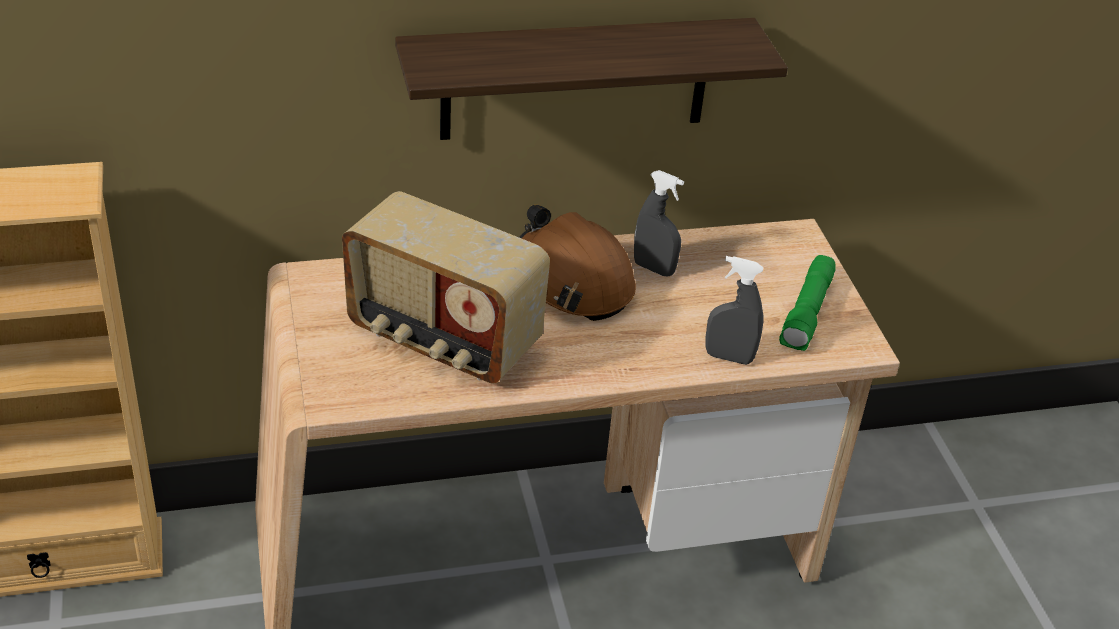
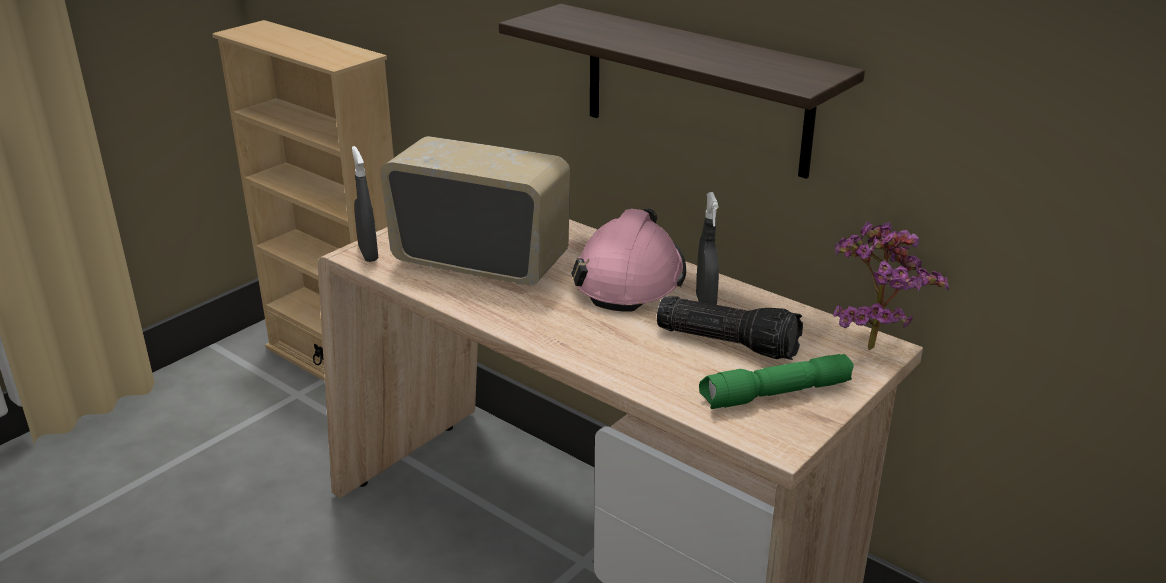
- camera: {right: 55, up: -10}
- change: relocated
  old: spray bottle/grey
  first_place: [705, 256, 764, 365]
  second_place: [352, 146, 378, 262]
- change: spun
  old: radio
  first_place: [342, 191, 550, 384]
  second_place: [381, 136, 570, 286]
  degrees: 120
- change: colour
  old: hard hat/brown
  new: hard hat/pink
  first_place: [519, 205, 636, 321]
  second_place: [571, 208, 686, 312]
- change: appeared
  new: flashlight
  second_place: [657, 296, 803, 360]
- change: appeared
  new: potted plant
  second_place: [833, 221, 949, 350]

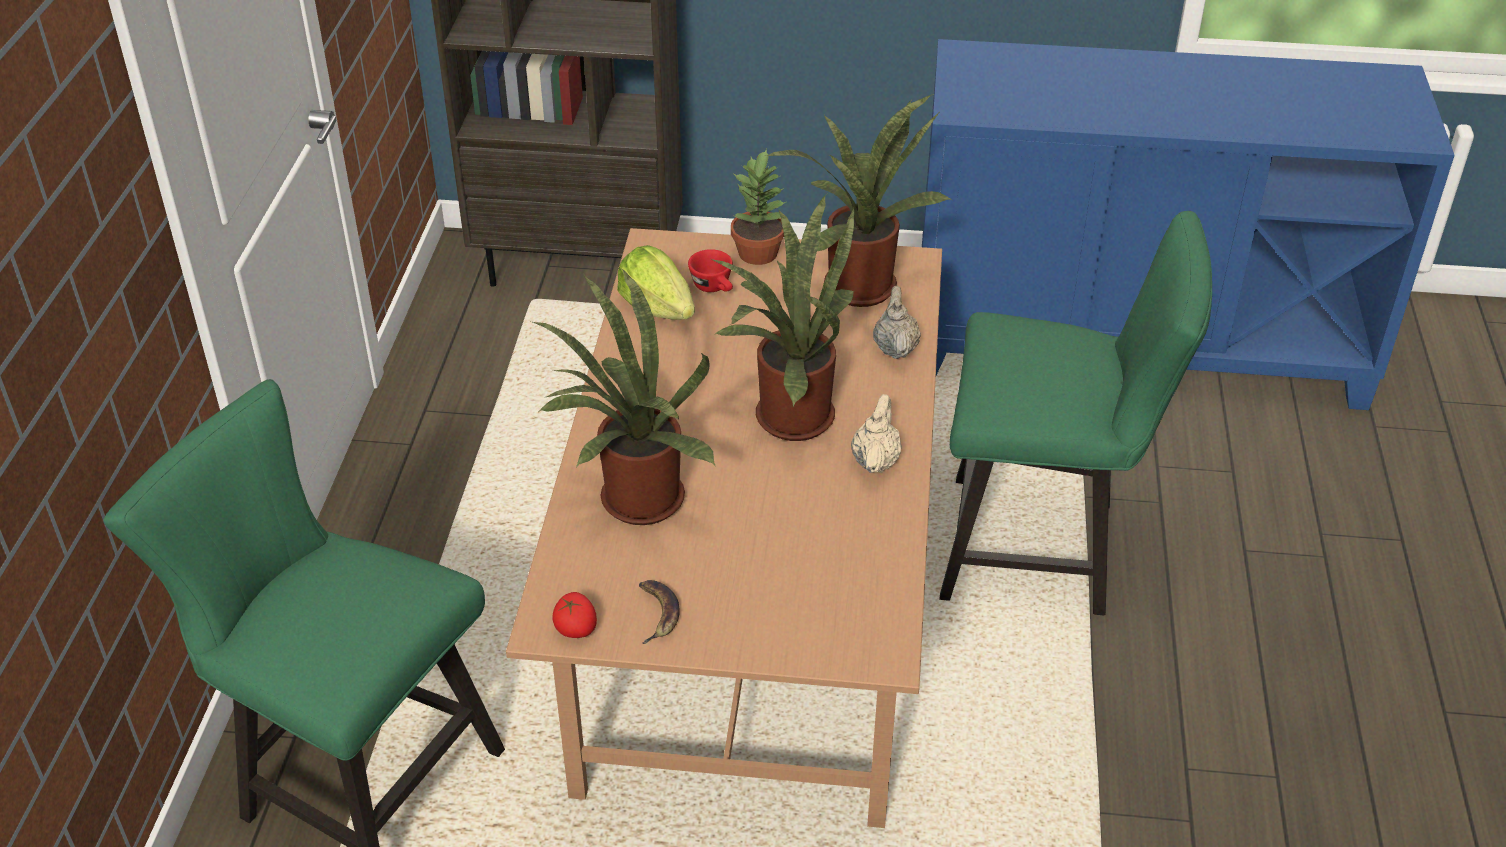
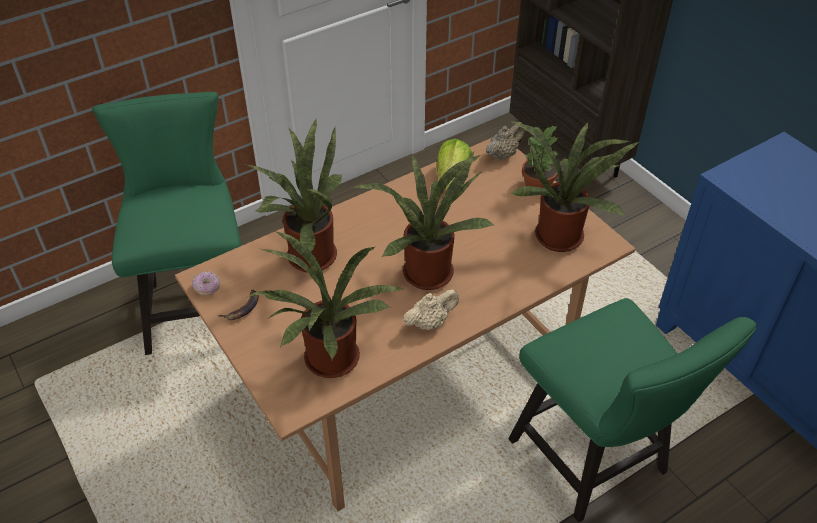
- camera: {right: 50, up: 5}
- change: exchanged
  old: tomato
  new: donut
  first_place: [553, 592, 597, 638]
  second_place: [192, 271, 220, 295]
- change: appeared
  new: potted plant
  second_place: [248, 232, 403, 378]
- change: relocated
  old: teapot/beige
  first_place: [873, 286, 921, 359]
  second_place: [486, 122, 525, 160]
- change: missing
  old: cup/red
  first_place: [688, 249, 733, 292]

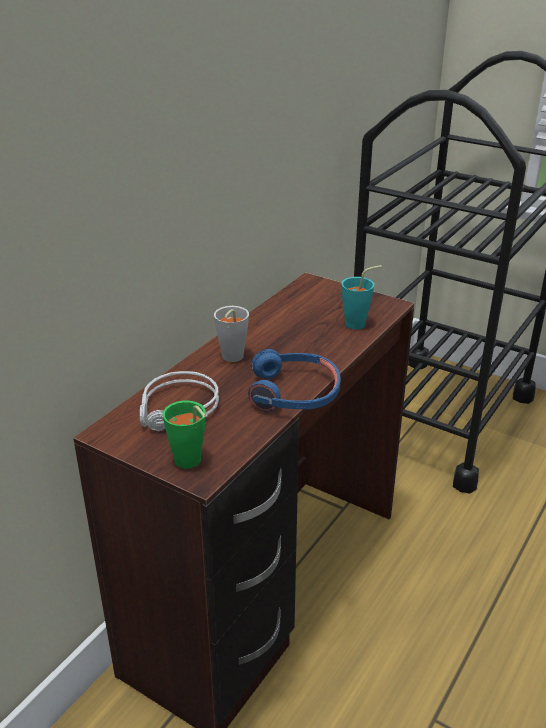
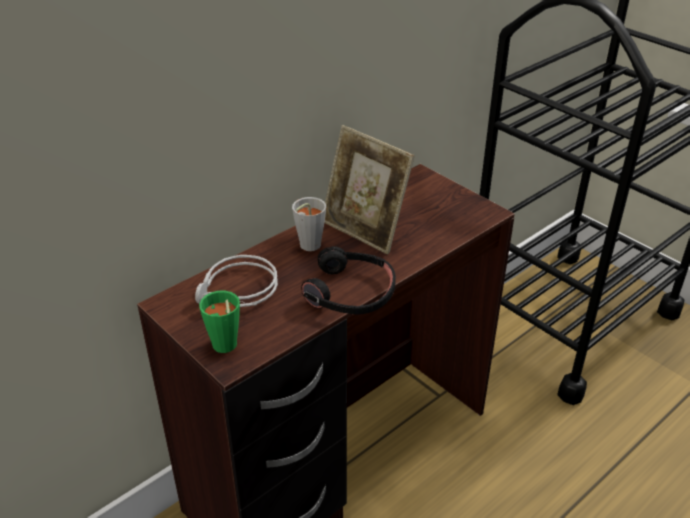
- camera: {right: 15, up: 5}
- change: colour
  old: headphones/blue
  new: headphones/black
  first_place: [248, 349, 340, 412]
  second_place: [301, 246, 396, 315]
- change: appeared
  new: picture frame
  second_place: [325, 125, 415, 254]
- change: missing
  old: cup/turquoise
  first_place: [341, 265, 382, 329]

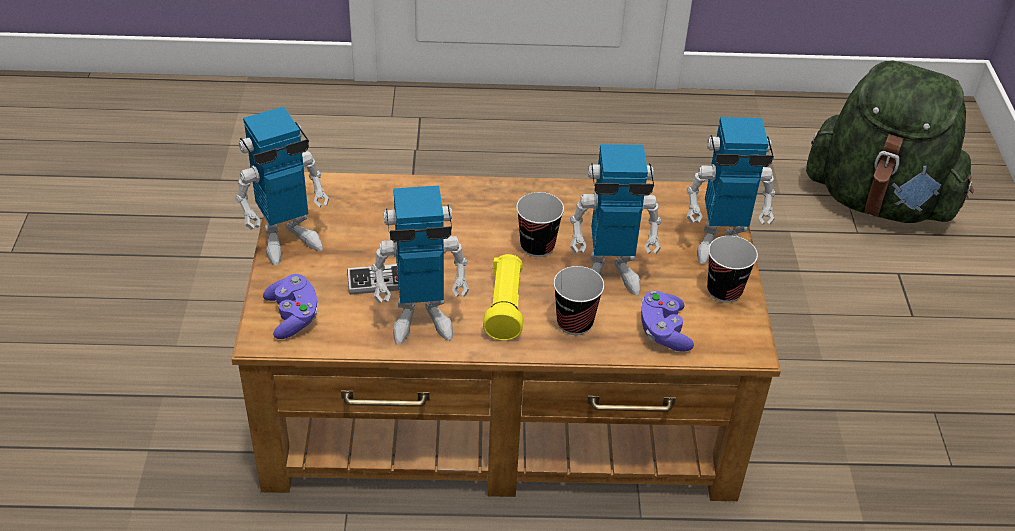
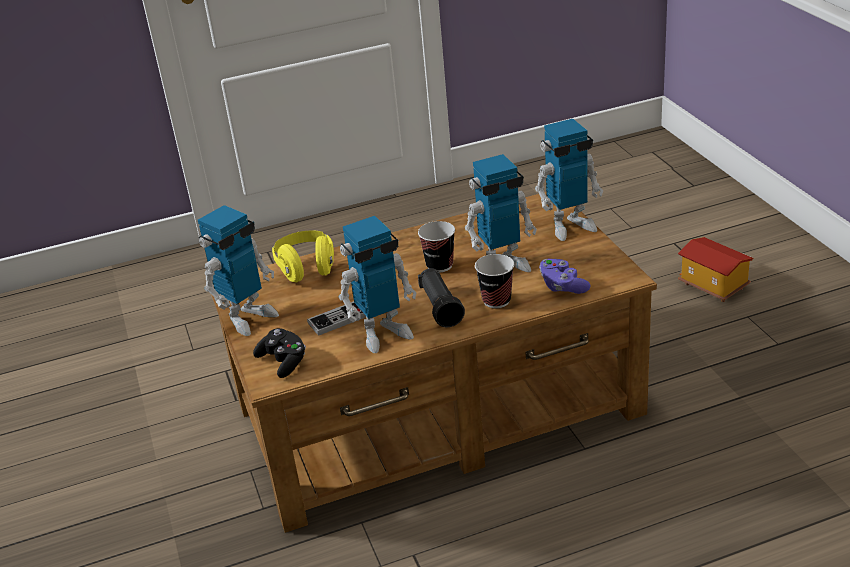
- camera: {right: -15, up: -10}
- change: colour
  old: game controller/purple
  new: game controller/black
  first_place: [263, 274, 318, 339]
  second_place: [253, 328, 306, 378]
- change: appeared
  new: headphones/yellow
  second_place: [272, 231, 334, 282]
- change: colour
  old: flashlight/yellow
  new: flashlight/black
  first_place: [483, 254, 523, 341]
  second_place: [418, 268, 465, 327]
- change: appeared
  new: toy house
  second_place: [678, 237, 753, 302]
- change: missing
  old: cup
  first_place: [707, 236, 758, 303]
- change: missing
  old: backpack/green
  first_place: [806, 61, 974, 223]

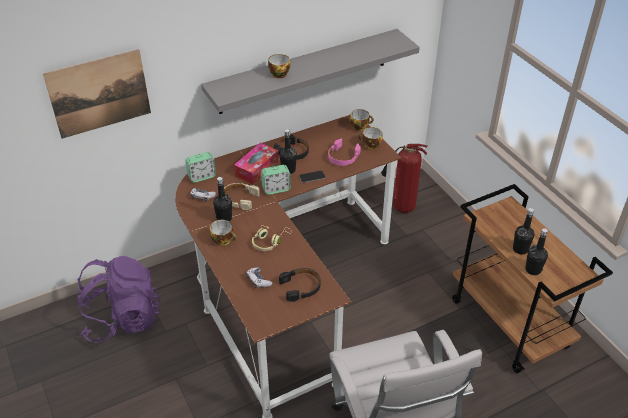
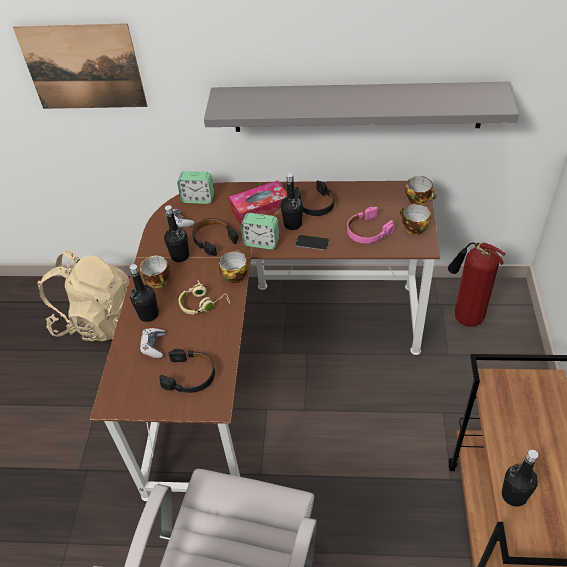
- camera: {right: 35, up: 5}
- change: colour
  old: backpack/purple
  new: backpack/beige
  first_place: [78, 256, 161, 344]
  second_place: [37, 250, 130, 341]
- change: relocated
  old: bottle/black
  first_place: [513, 208, 535, 255]
  second_place: [129, 264, 159, 322]
- change: colour
  old: headphones/beige
  new: headphones/black
  first_place: [224, 183, 260, 210]
  second_place: [192, 218, 239, 256]
- change: relocated
  old: cup
  first_place: [268, 54, 290, 78]
  second_place: [219, 250, 248, 283]

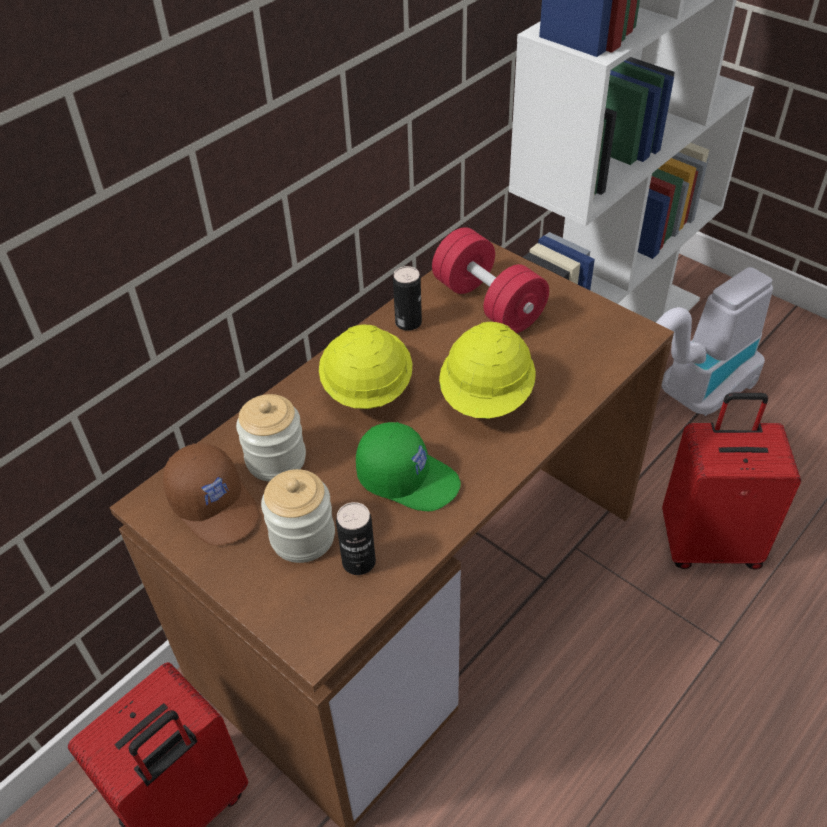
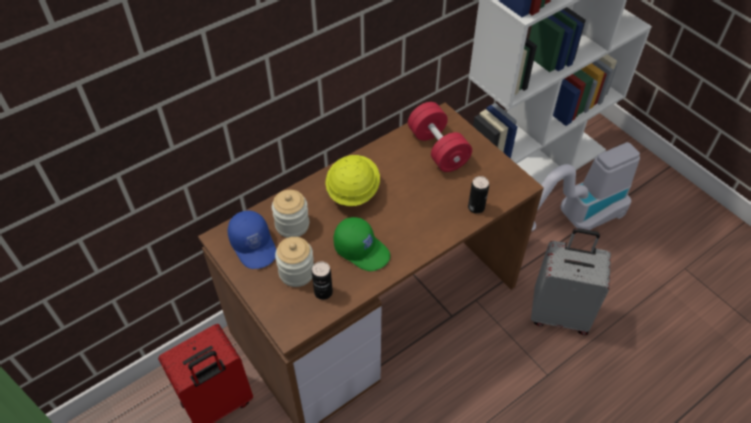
- camera: {right: 10, up: 5}
- change: colour
  old: cap/brown
  new: cap/blue
  first_place: [163, 443, 260, 546]
  second_place: [228, 210, 276, 269]
- change: relocated
  old: can
  first_place: [393, 266, 422, 331]
  second_place: [468, 176, 489, 214]
- change: colour
  old: suitcase/red
  new: suitcase/grey
  first_place: [662, 393, 801, 570]
  second_place: [531, 228, 611, 335]
- change: missing
  old: hard hat/yellow
  first_place: [439, 322, 536, 419]

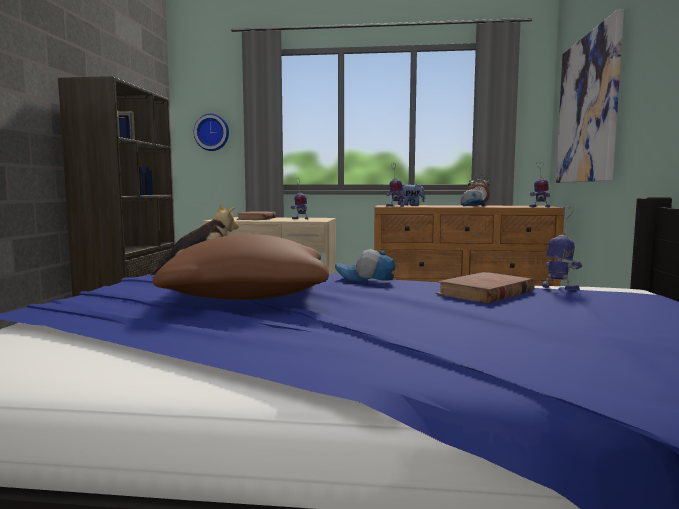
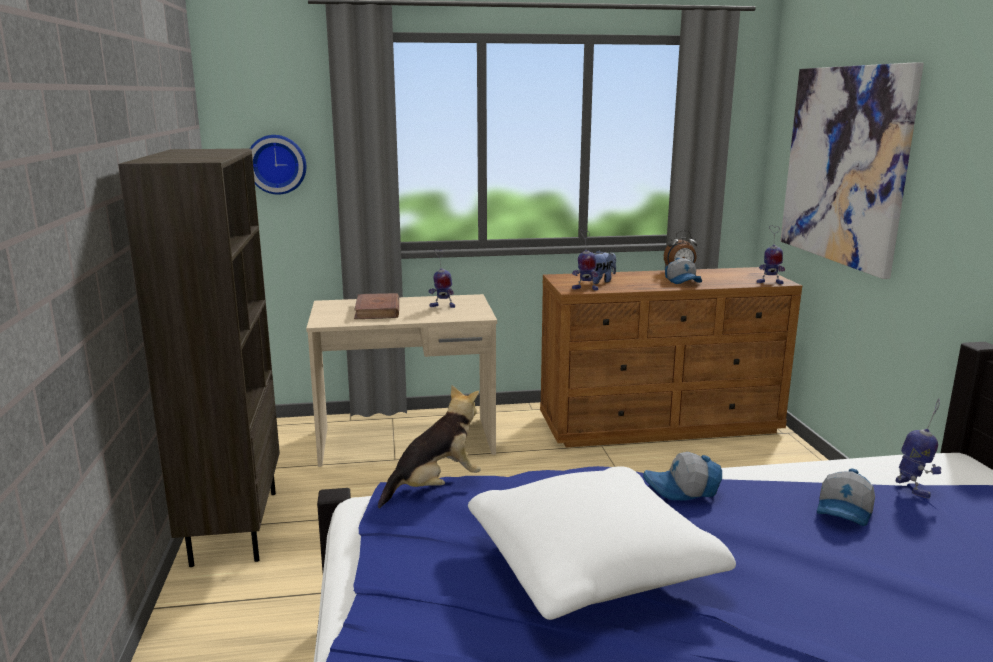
- camera: {right: -15, up: 10}
- change: colour
  old: pillow/brown
  new: pillow/white
  first_place: [153, 234, 329, 300]
  second_place: [468, 466, 736, 620]
- change: exchanged
  old: book/brown
  new: cap
  first_place: [436, 272, 535, 304]
  second_place: [817, 468, 875, 526]
- change: spun
  old: toy robot
  first_place: [542, 206, 582, 290]
  second_place: [896, 398, 941, 498]
  degrees: 60

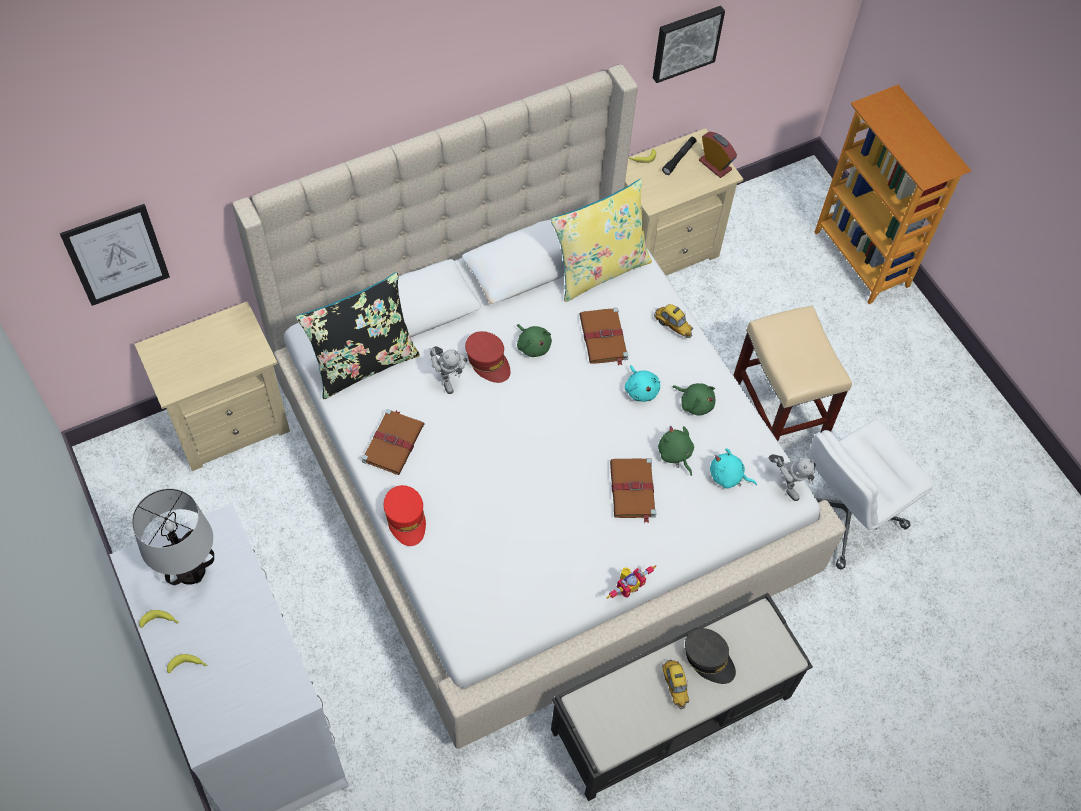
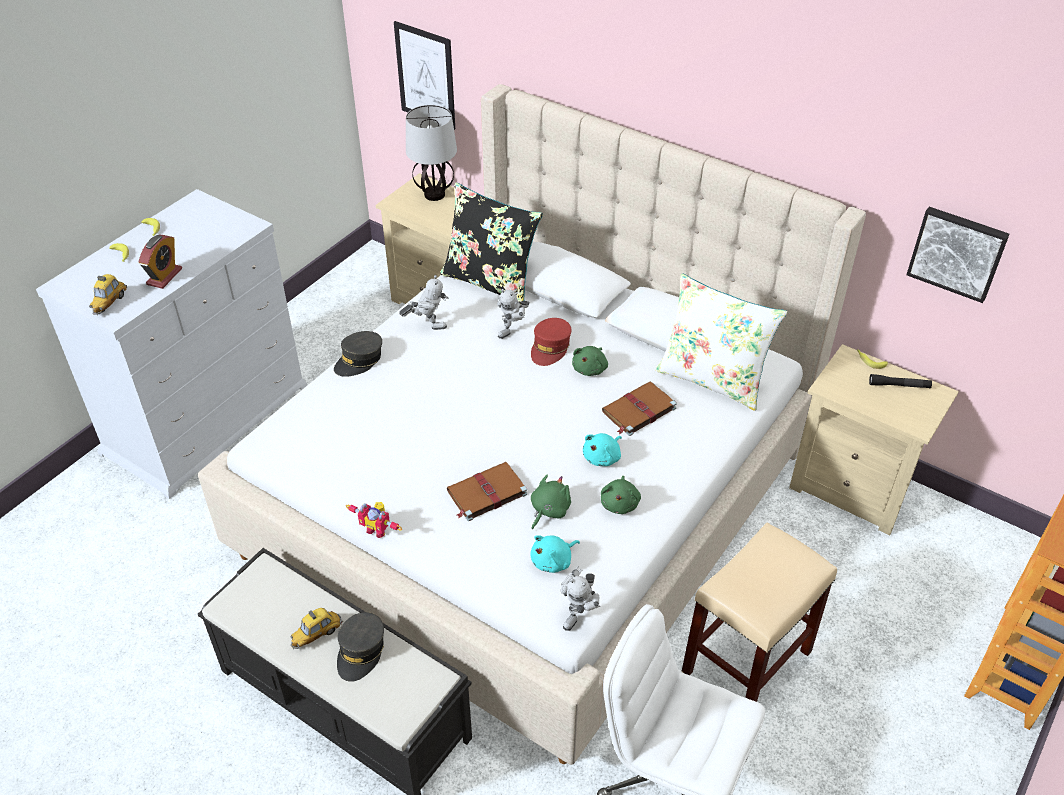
- camera: {right: 65, up: -15}
- change: relocated
  old: toy car
  first_place: [654, 304, 693, 338]
  second_place: [89, 274, 127, 315]
- change: relocated
  old: alarm clock
  first_place: [699, 132, 737, 178]
  second_place: [138, 235, 182, 289]
- change: colour
  old: cap/red
  new: cap/grey
  first_place: [384, 485, 426, 546]
  second_place: [334, 331, 382, 377]
- change: exchanged
  old: book/brown
  new: toy robot
  first_place: [362, 409, 424, 475]
  second_place: [399, 275, 449, 330]
- change: relocated
  old: table lamp
  first_place: [132, 488, 214, 585]
  second_place: [406, 105, 457, 201]
- change: spun
  old: plush toy/turquoise
  first_place: [710, 448, 757, 488]
  second_place: [530, 535, 580, 573]
  degrees: -120
- change: colour
  old: pillow/yellow
  new: pillow/white
  first_place: [551, 178, 652, 302]
  second_place: [655, 273, 787, 411]

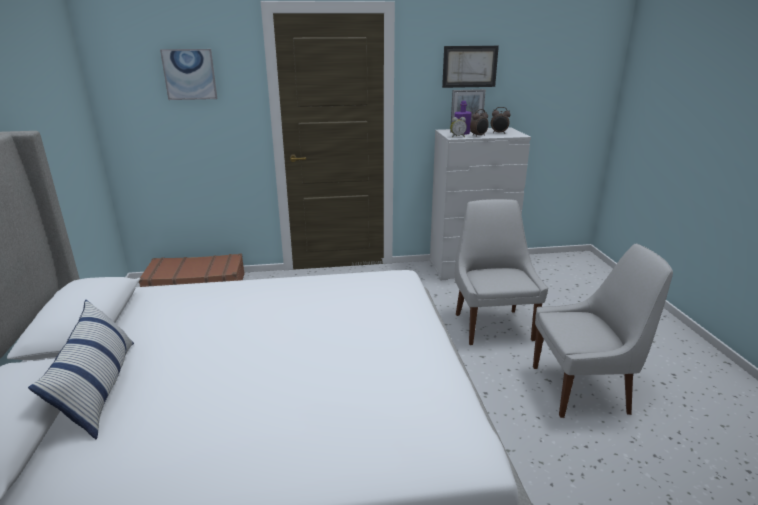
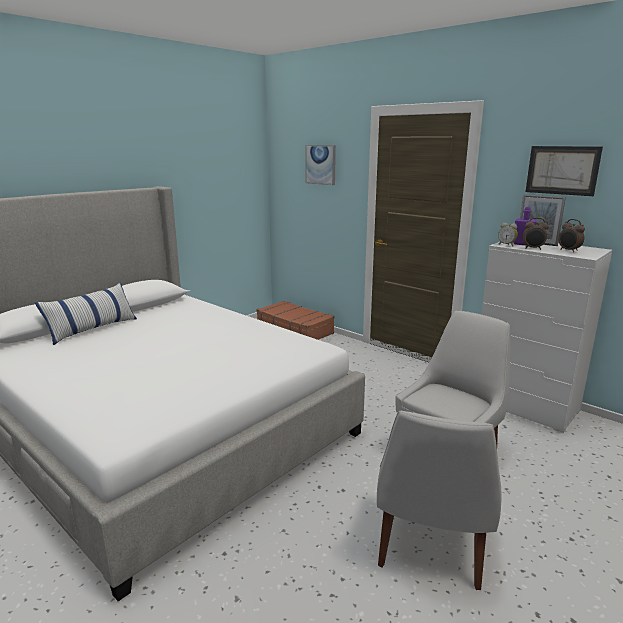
- camera: {right: 50, up: -5}
- change: spun
  old: chair/white
  first_place: [533, 244, 673, 418]
  second_place: [377, 411, 501, 590]
  degrees: 60

